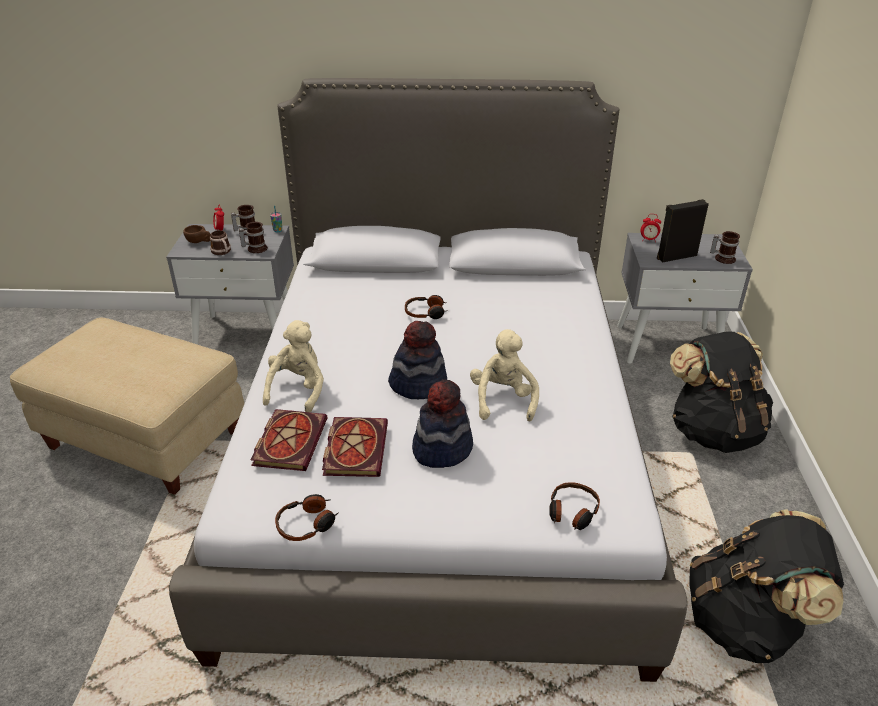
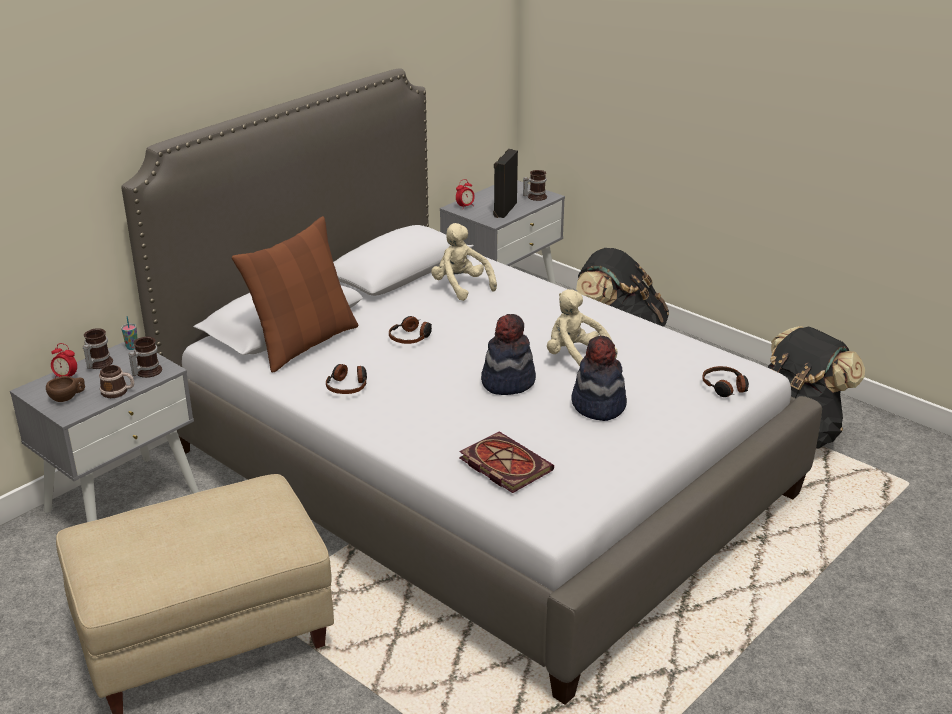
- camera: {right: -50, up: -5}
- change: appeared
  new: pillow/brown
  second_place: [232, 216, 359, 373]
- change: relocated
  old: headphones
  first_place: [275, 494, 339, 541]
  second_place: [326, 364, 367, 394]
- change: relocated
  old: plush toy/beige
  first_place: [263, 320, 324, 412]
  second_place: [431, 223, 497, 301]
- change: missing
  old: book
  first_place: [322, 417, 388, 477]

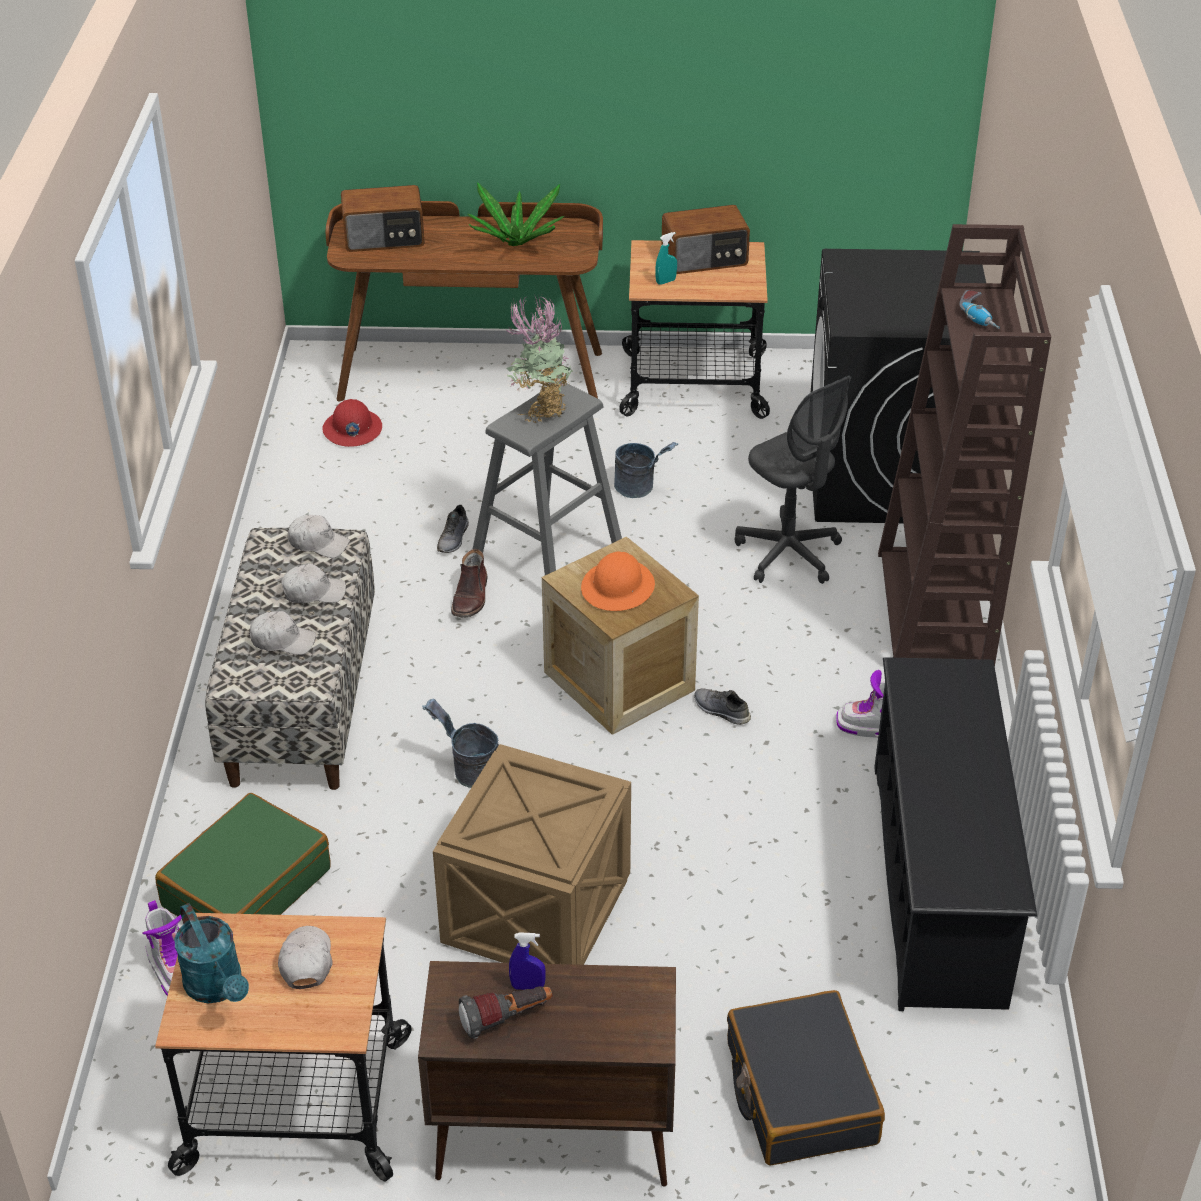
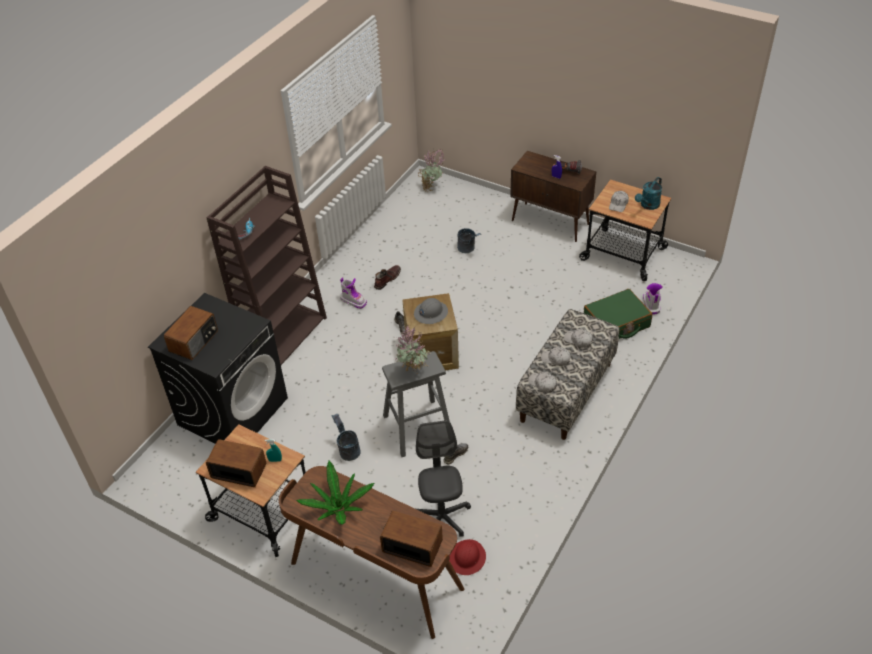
- camera: {right: -150, up: 5}
- change: appeared
  new: radio
  second_place: [164, 306, 218, 360]
- change: relocated
  old: boot/brown
  first_place: [451, 549, 487, 618]
  second_place: [374, 265, 401, 290]
- change: colour
  old: hard hat/orange
  new: hard hat/grey
  first_place: [581, 551, 655, 611]
  second_place: [414, 298, 448, 324]
- change: relocated
  old: office chair/grey
  first_place: [735, 376, 851, 584]
  second_place: [416, 420, 471, 537]
- change: appeared
  new: potted plant
  second_place: [418, 149, 445, 192]
- change: relocated
  old: bucket/grey
  first_place: [422, 699, 499, 788]
  second_place: [457, 228, 481, 253]
- change: spun
  old: watering can/turquoise
  first_place: [174, 903, 249, 1003]
  second_place: [635, 177, 662, 210]
  degrees: -135
- change: missing
  old: crate
  first_place: [433, 744, 631, 965]
- change: missing
  old: suitcase/black
  first_place: [727, 990, 885, 1166]
- change: missing
  old: shoe rack/black
  first_place: [874, 657, 1037, 1011]

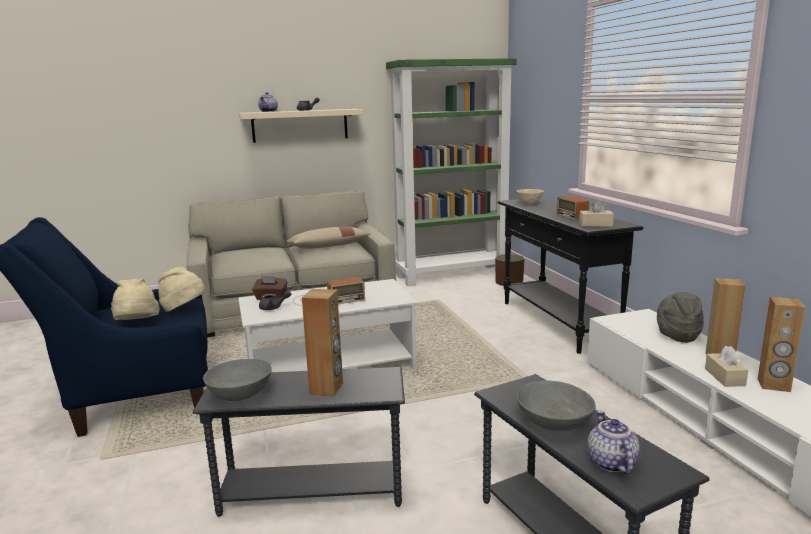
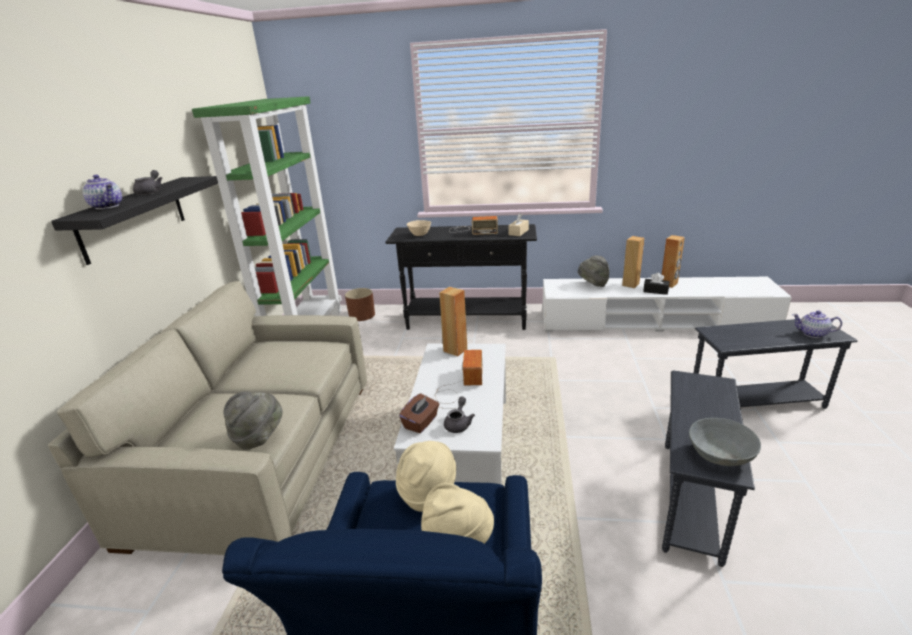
- camera: {right: -65, up: 10}
- change: colour
  old: shelf/beige
  new: shelf/black
  first_place: [239, 109, 363, 143]
  second_place: [51, 176, 218, 265]
- change: appeared
  new: hat/grey
  second_place: [223, 391, 282, 450]
- change: relocated
  old: speaker/brown
  first_place: [302, 289, 343, 397]
  second_place: [439, 287, 467, 356]
- change: colour
  old: tissue box/beige
  new: tissue box/black
  first_place: [705, 346, 748, 387]
  second_place: [643, 273, 670, 295]
- change: missing
  old: pillow/beige
  first_place: [286, 227, 370, 249]
- change: missing
  old: bowl/grey
  first_place: [516, 380, 596, 431]

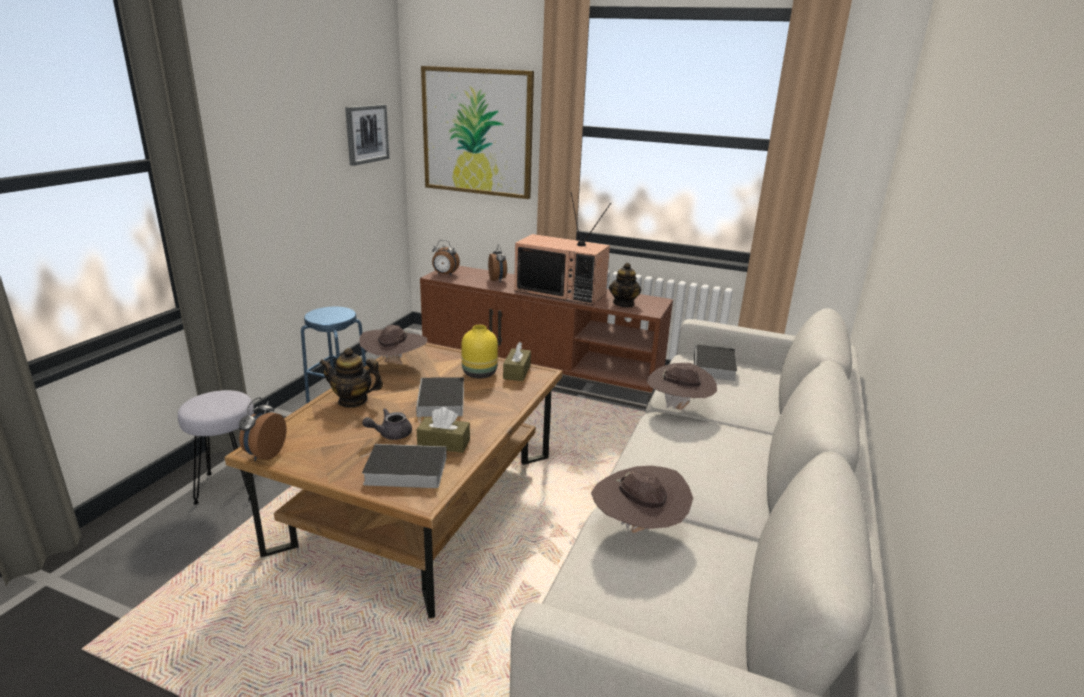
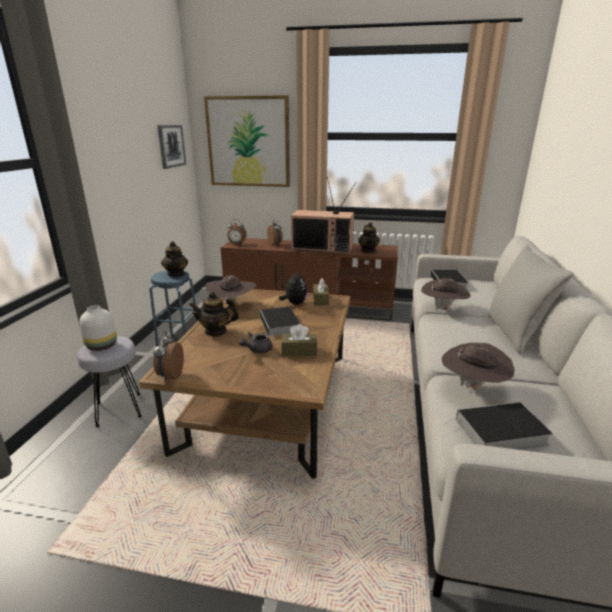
- camera: {right: -10, up: 0}
- change: appeared
  new: vase/white
  second_place: [79, 305, 117, 351]
- change: appeared
  new: teapot
  second_place: [161, 241, 188, 277]
- change: exchanged
  old: vase/yellow
  new: plush toy
  first_place: [461, 325, 498, 378]
  second_place: [279, 270, 308, 305]
- change: relocated
  old: book
  first_place: [362, 444, 447, 488]
  second_place: [445, 402, 553, 450]
- change: appeared
  new: pillow/grey
  second_place: [488, 244, 574, 354]

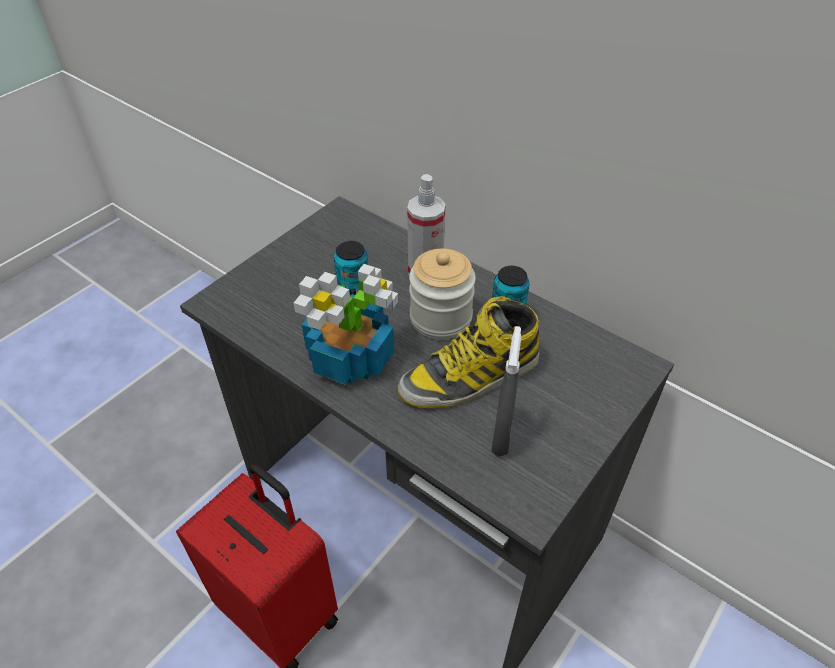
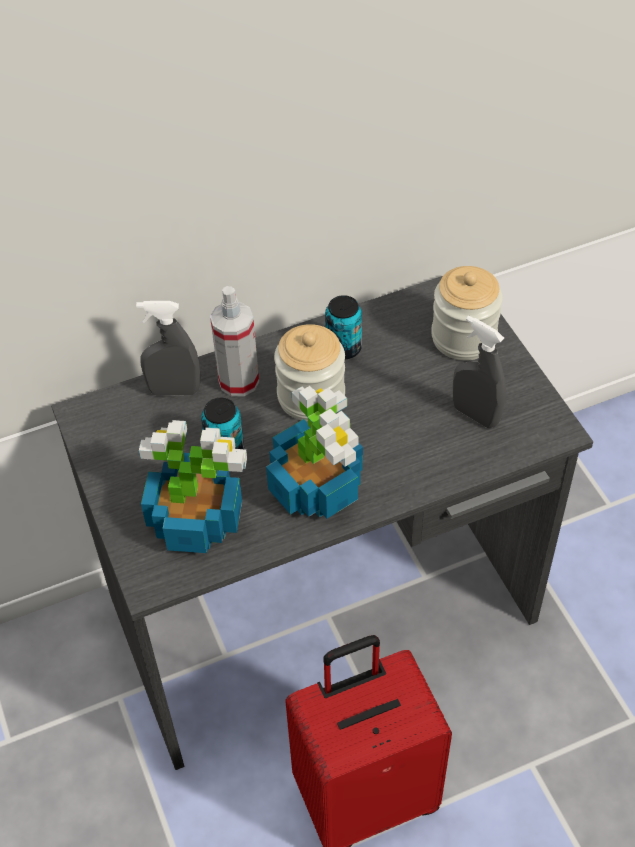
- camera: {right: -60, up: 5}
- change: appeared
  new: spray bottle/grey
  second_place: [136, 301, 200, 396]
- change: appeared
  new: potted plant
  second_place: [139, 420, 247, 553]
- change: appeared
  new: jar
  second_place: [431, 266, 503, 361]
- change: missing
  old: boot
  first_place: [397, 296, 540, 408]

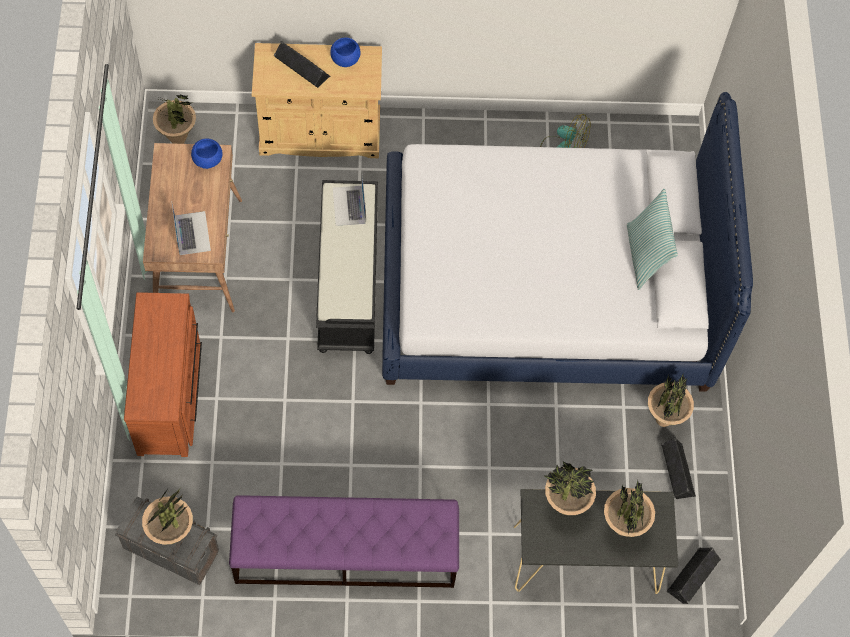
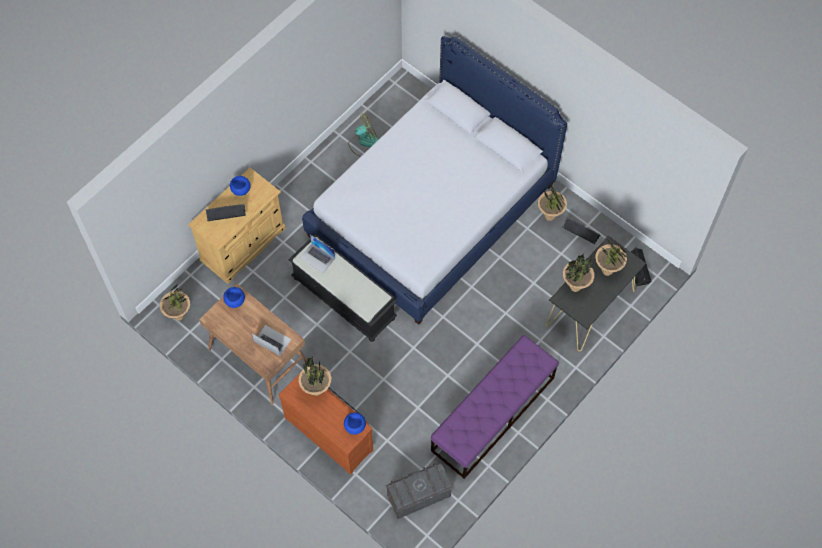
- camera: {right: -45, up: 0}
- change: relocated
  old: potted plant
  first_place: [142, 490, 193, 545]
  second_place: [299, 357, 331, 396]
- change: appeared
  new: bowl/blue
  second_place: [344, 412, 366, 435]
- change: missing
  old: pillow
  first_place: [627, 189, 678, 290]

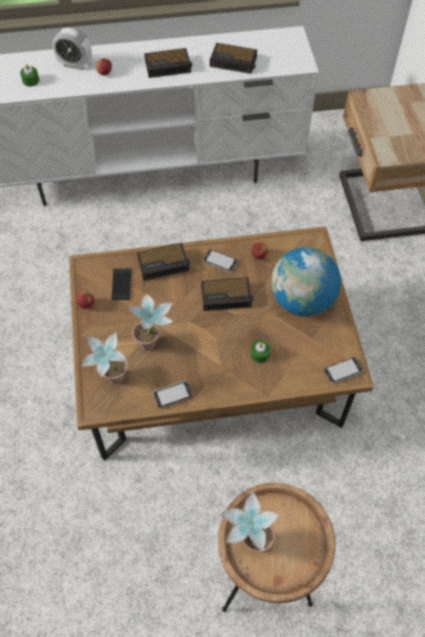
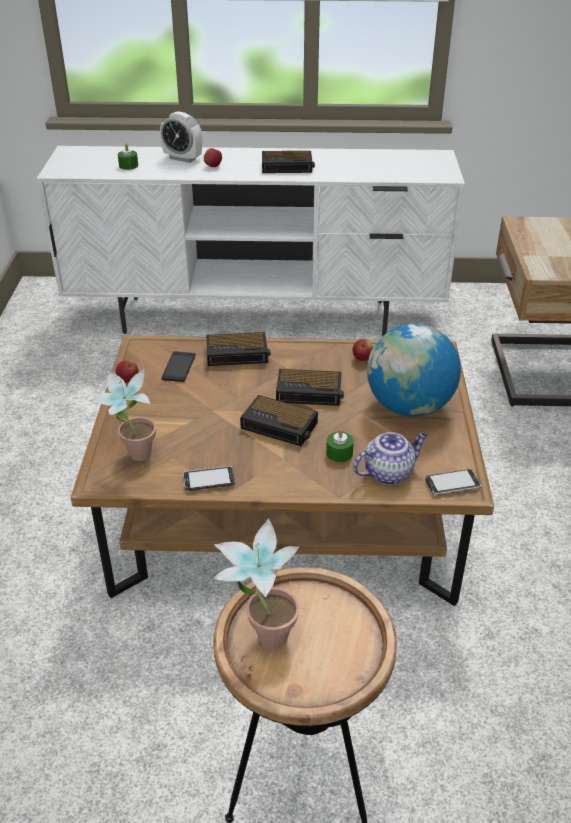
- camera: {right: 10, up: -20}
- change: relocated
  old: alarm clock
  first_place: [210, 43, 257, 74]
  second_place: [240, 395, 318, 446]
- change: appeared
  new: teapot
  second_place: [353, 432, 428, 485]
- change: missing
  old: potted plant
  first_place: [128, 295, 173, 351]
- change: missing
  old: phone
  first_place: [203, 249, 238, 273]

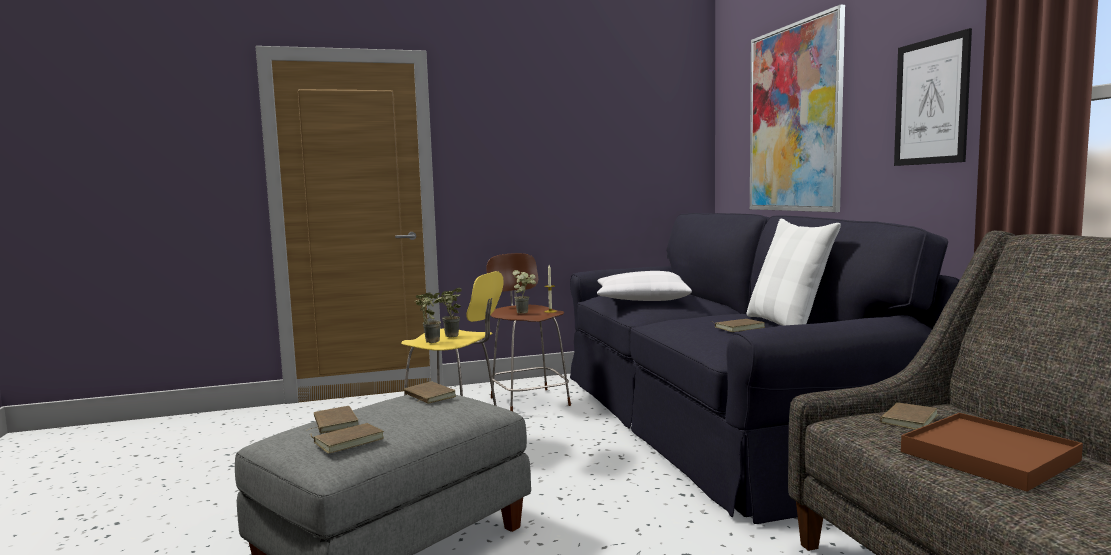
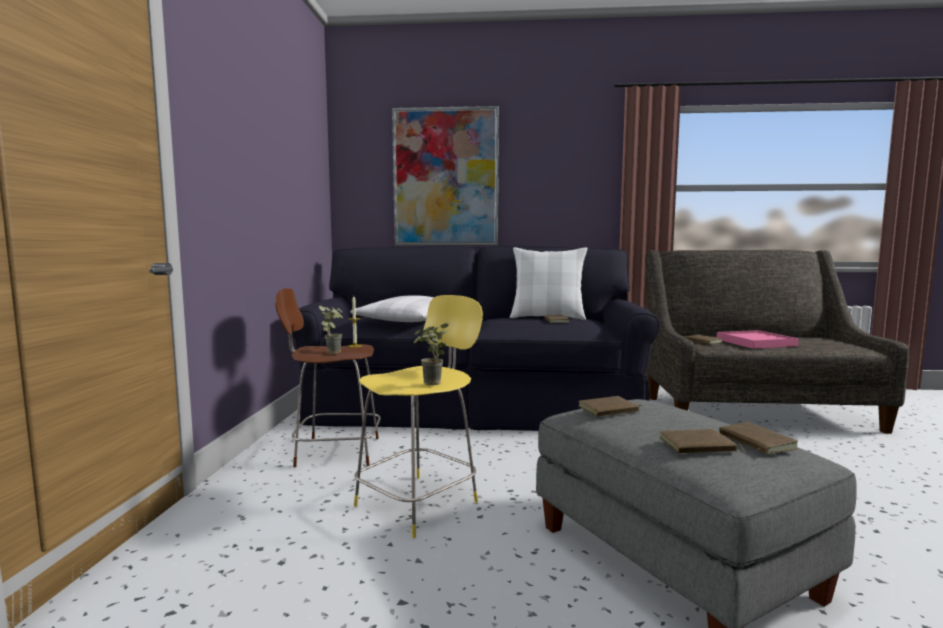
- camera: {right: -70, up: 0}
- change: colour
  old: tray/brown
  new: tray/pink
  first_place: [901, 413, 1083, 492]
  second_place: [716, 330, 799, 349]
- change: missing
  old: potted plant
  first_place: [433, 288, 462, 337]
- change: missing
  old: picture
  first_place: [894, 28, 972, 166]

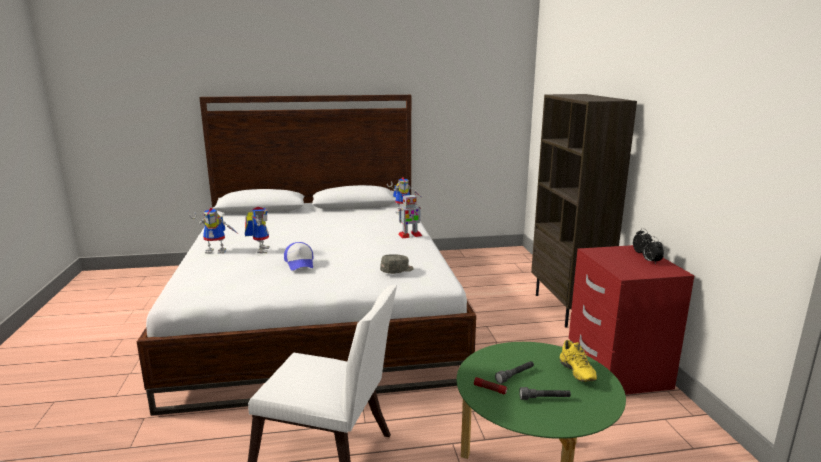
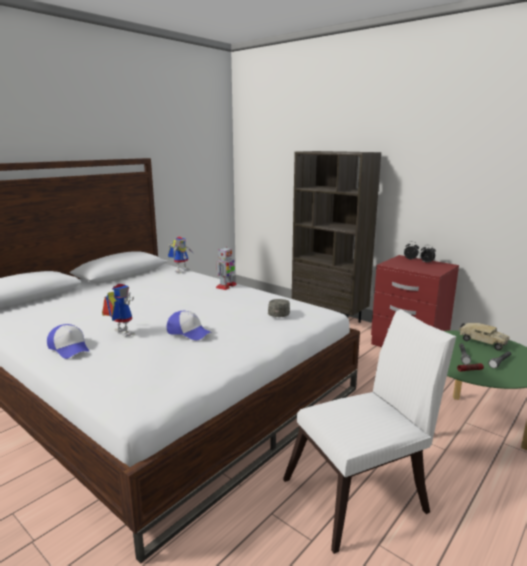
- camera: {right: -40, up: 0}
- change: exchanged
  old: toy robot
  new: cap
  first_place: [189, 208, 237, 254]
  second_place: [47, 324, 89, 359]
- change: exchanged
  old: shoe/yellow
  new: toy truck
  first_place: [560, 340, 597, 382]
  second_place: [458, 323, 510, 351]

